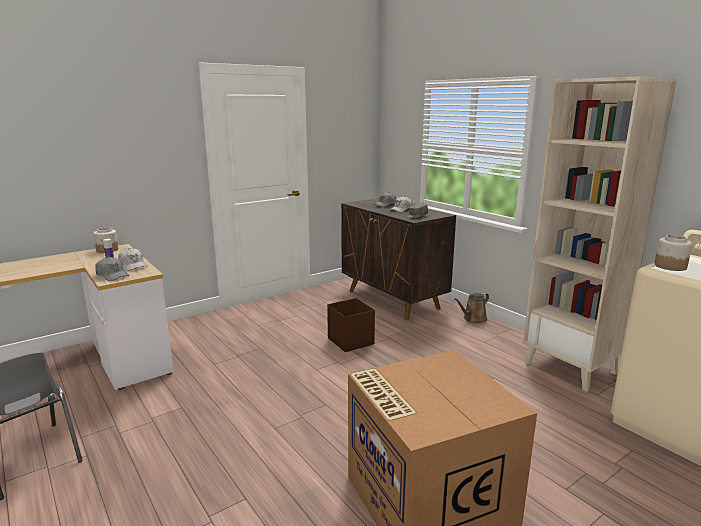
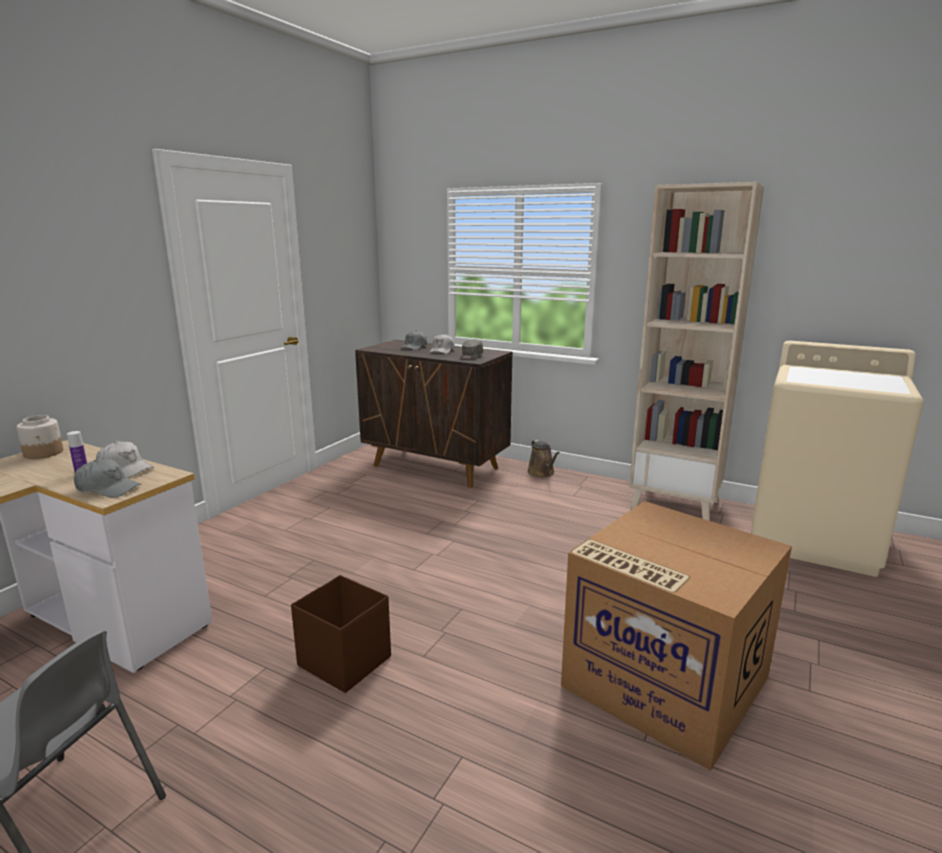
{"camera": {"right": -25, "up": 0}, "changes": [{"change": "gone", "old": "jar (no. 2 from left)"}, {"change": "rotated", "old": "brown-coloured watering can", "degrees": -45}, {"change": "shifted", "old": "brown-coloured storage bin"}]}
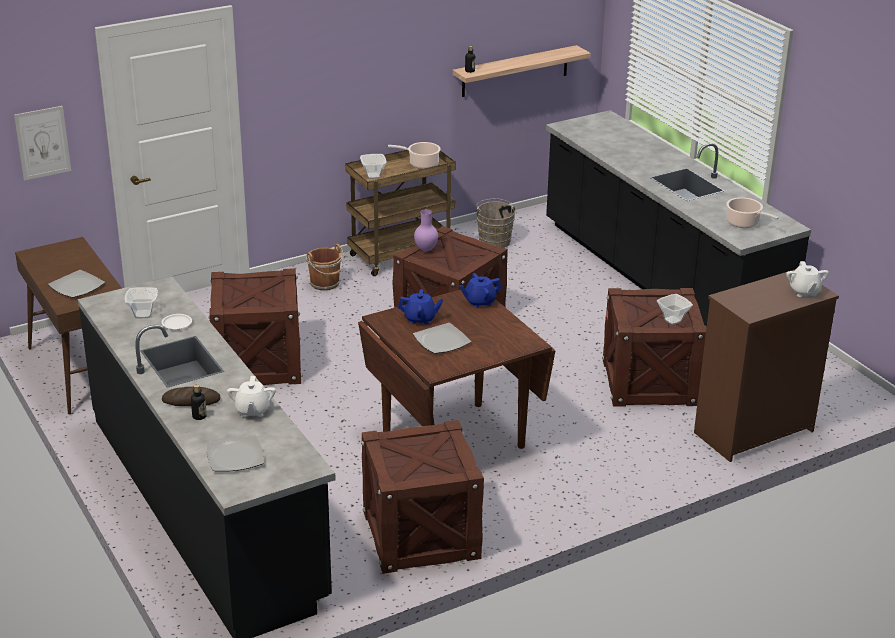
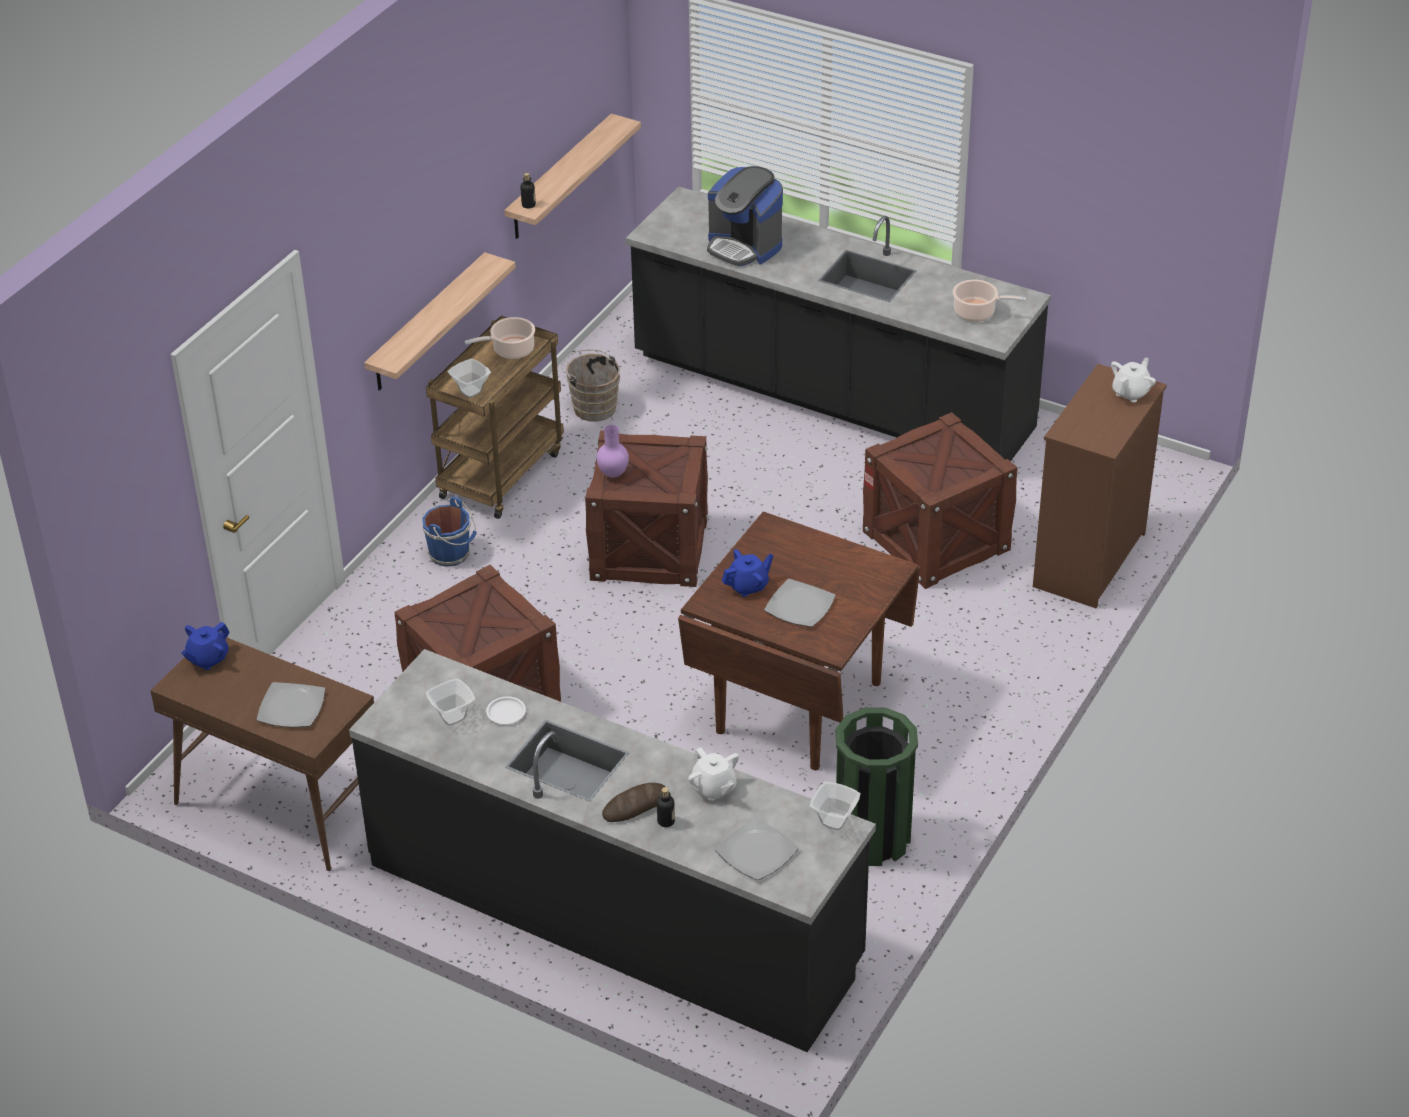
{"camera": {"right": -30, "up": 10}, "changes": [{"change": "gone", "old": "wall picture"}, {"change": "repainted", "old": "brown-coloured pail (no. 1 from left)", "new": "bluish pail"}, {"change": "rotated", "old": "white tea pot (no. 2 from left)", "degrees": -105}, {"change": "shifted", "old": "bluish tea pot (no. 2 from left in the first image)", "new": "bluish tea pot (no. 1 from left)"}, {"change": "shifted", "old": "bowl (no. 3 from left)"}, {"change": "swapped", "old": "crate (no. 2 from left)", "new": "greenish waste bin"}, {"change": "new", "new": "coffee brewer"}, {"change": "new", "new": "shelf (no. 1 from left)"}]}
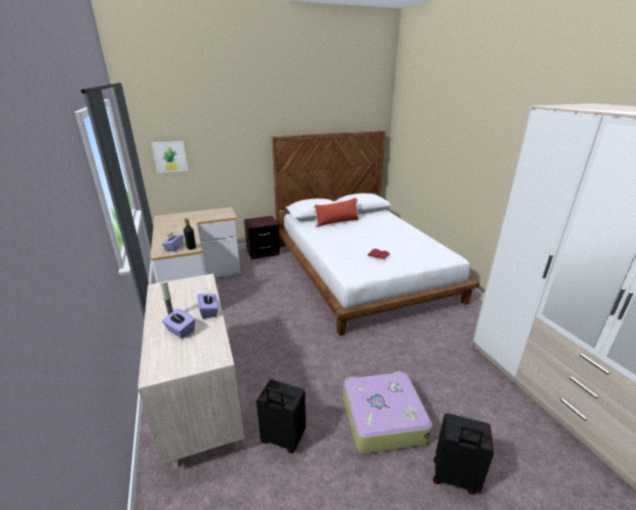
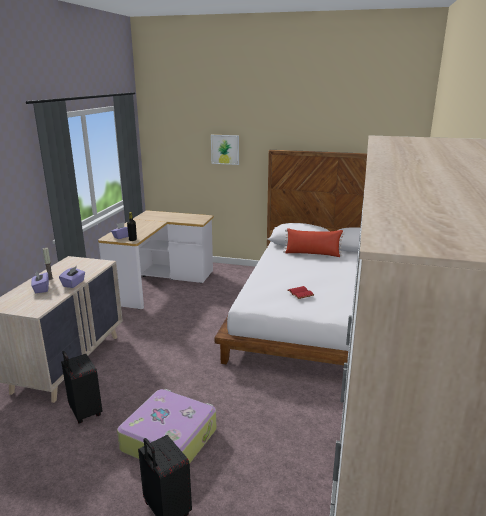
{"camera": {"right": 35, "up": -5}, "changes": [{"change": "shifted", "old": "wall picture"}, {"change": "gone", "old": "brown-coloured night table"}]}
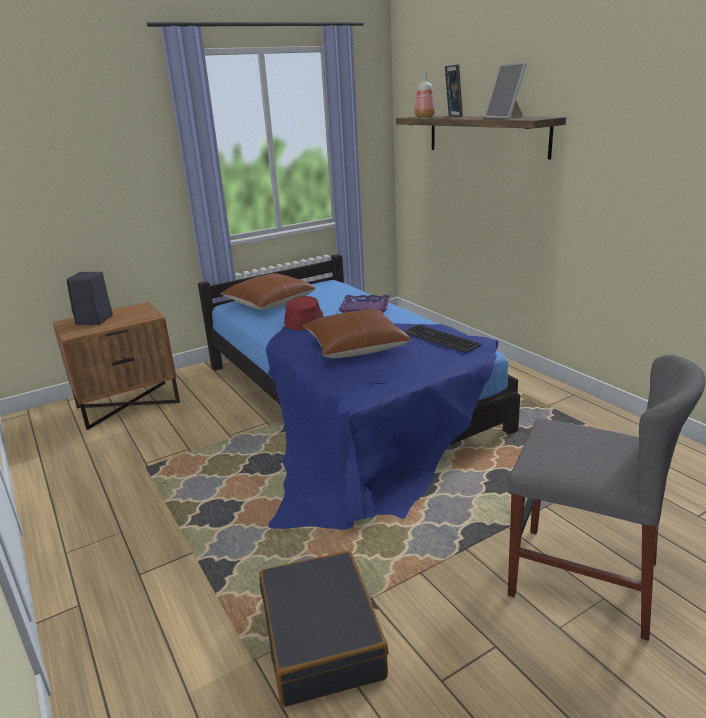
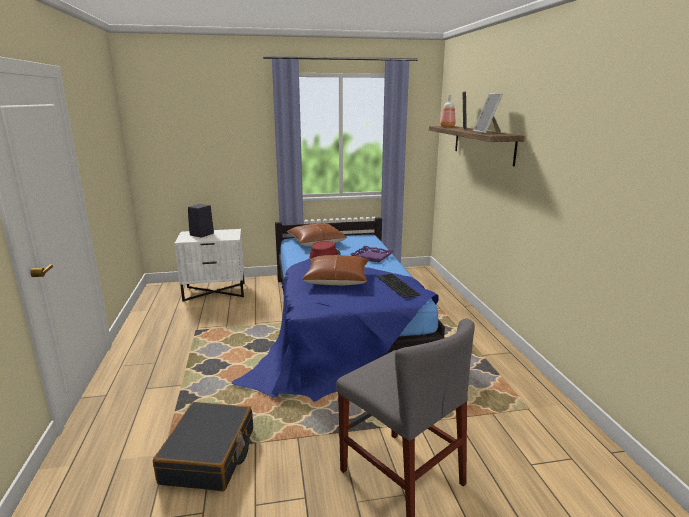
{"camera": {"right": 20, "up": -5}, "changes": [{"change": "repainted", "old": "brown-coloured night table", "new": "white night table"}]}
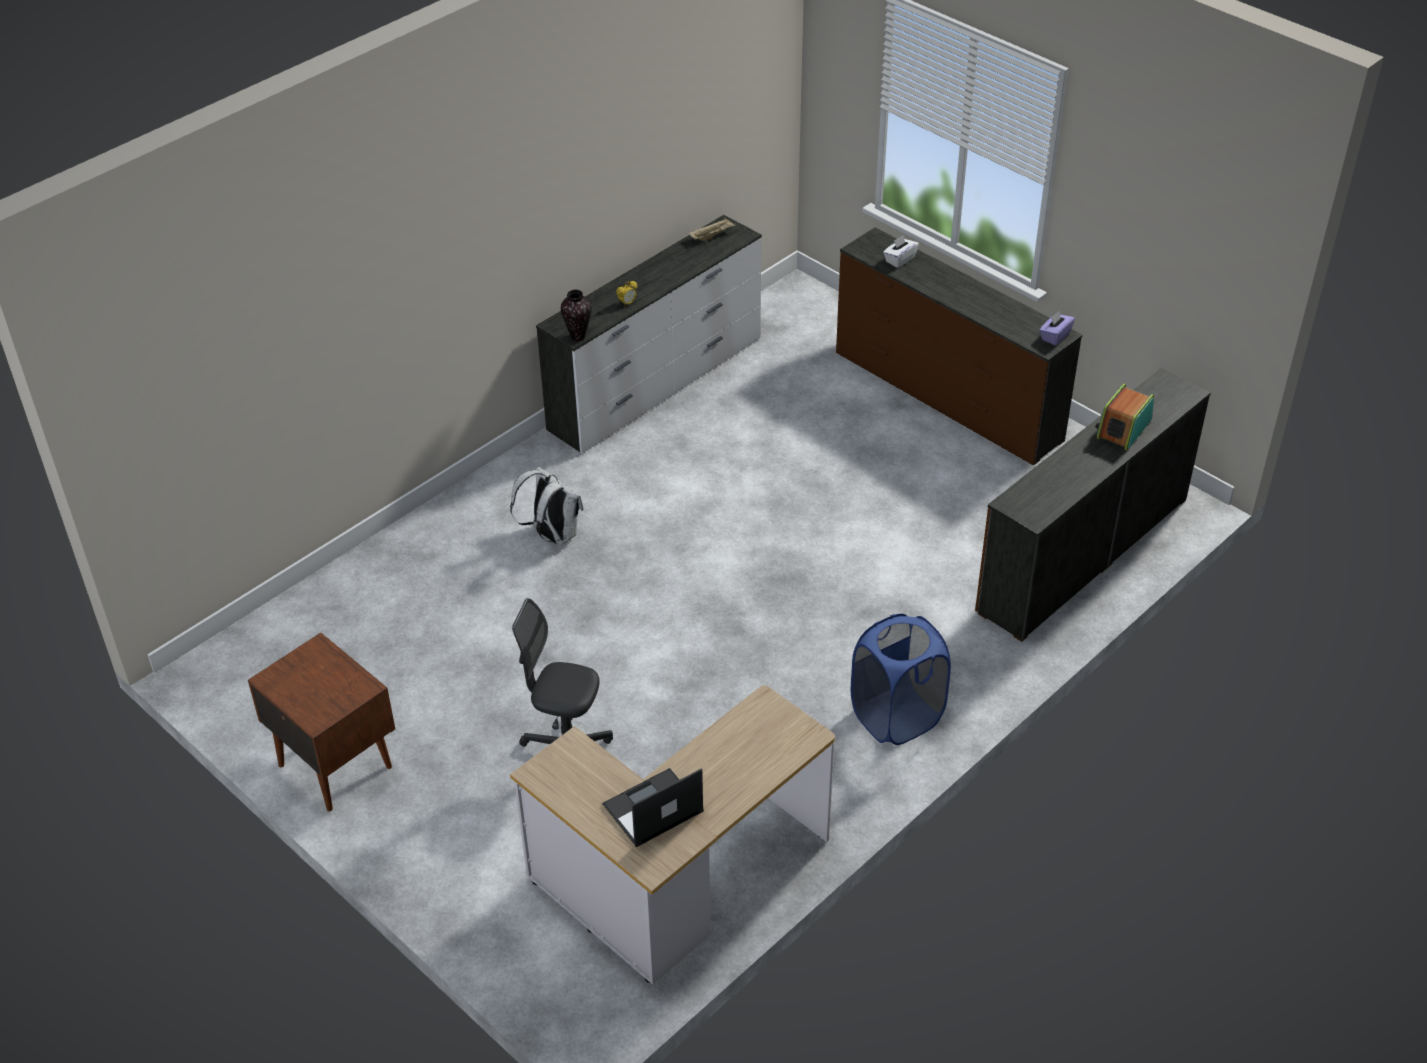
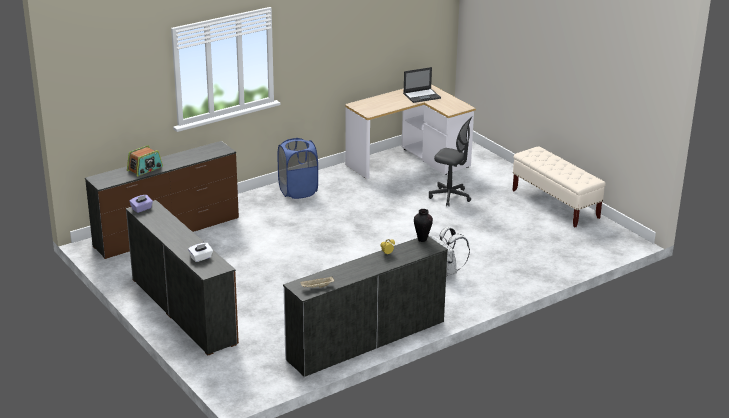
{"camera": {"right": -170, "up": -15}, "changes": [{"change": "swapped", "old": "brown-coloured night table", "new": "sand-coloured bench"}]}
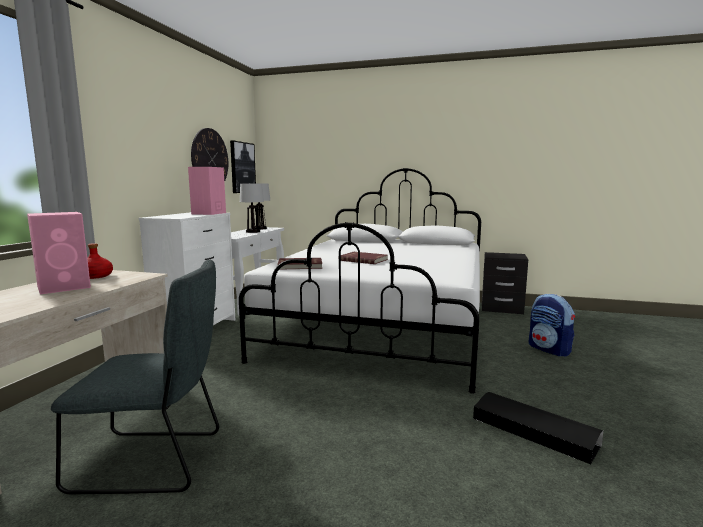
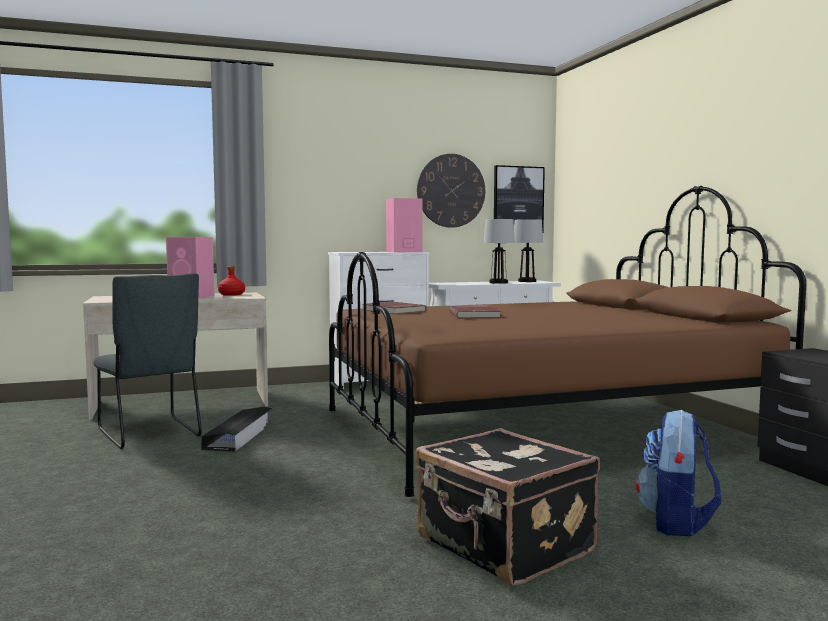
{"camera": {"right": 55, "up": -5}, "changes": [{"change": "repainted", "old": "white sleeping bed", "new": "brown-coloured sleeping bed"}, {"change": "shifted", "old": "blackish storage bin"}, {"change": "new", "new": "blackish piece of luggage"}]}
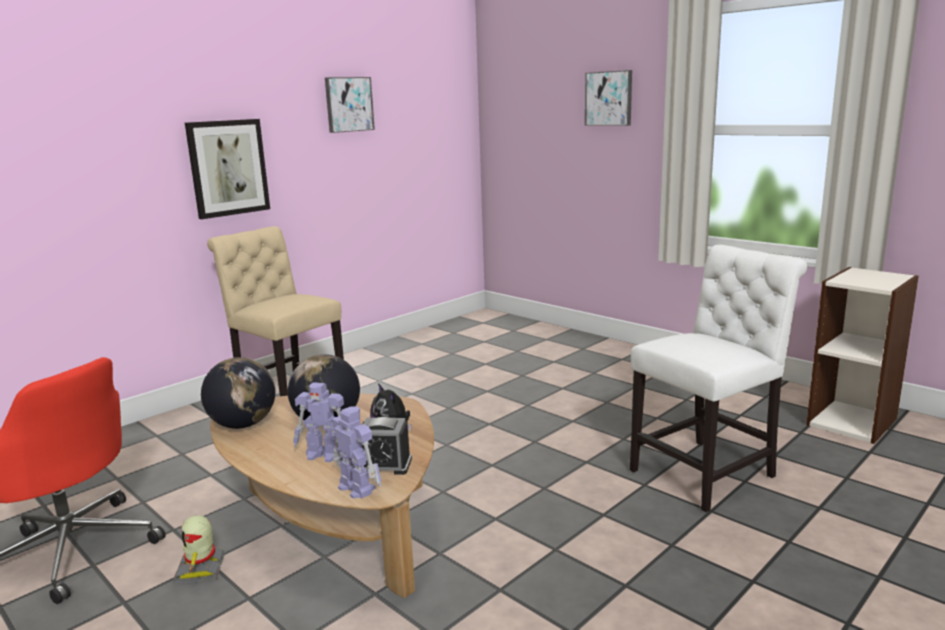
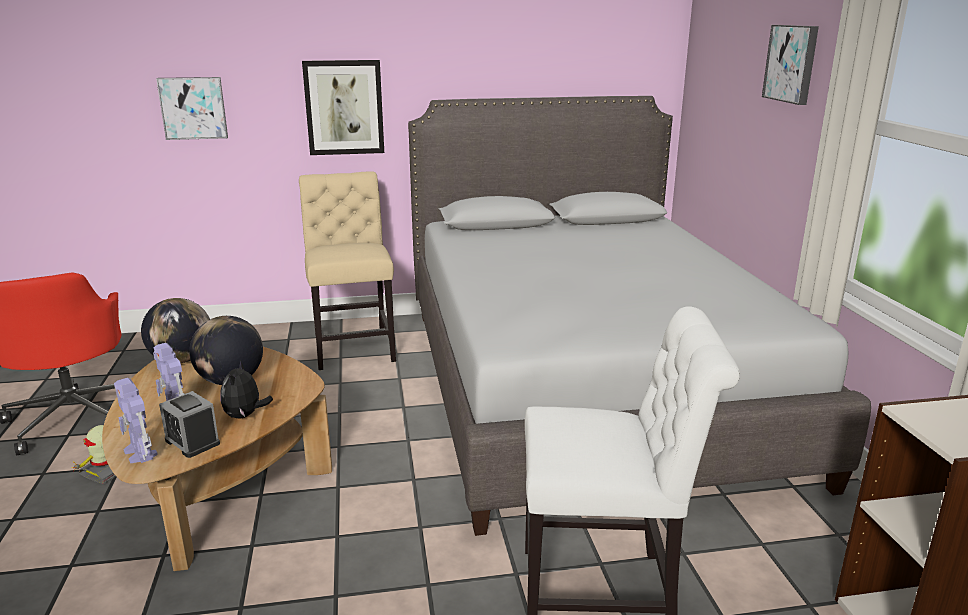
{"camera": {"right": 35, "up": 5}, "changes": [{"change": "shifted", "old": "wall picture (no. 2 from left in the first image)", "new": "wall picture (no. 1 from left)"}, {"change": "rotated", "old": "model robot (no. 3 from left in the first image)", "degrees": 150}, {"change": "new", "new": "gray sleeping bed"}]}
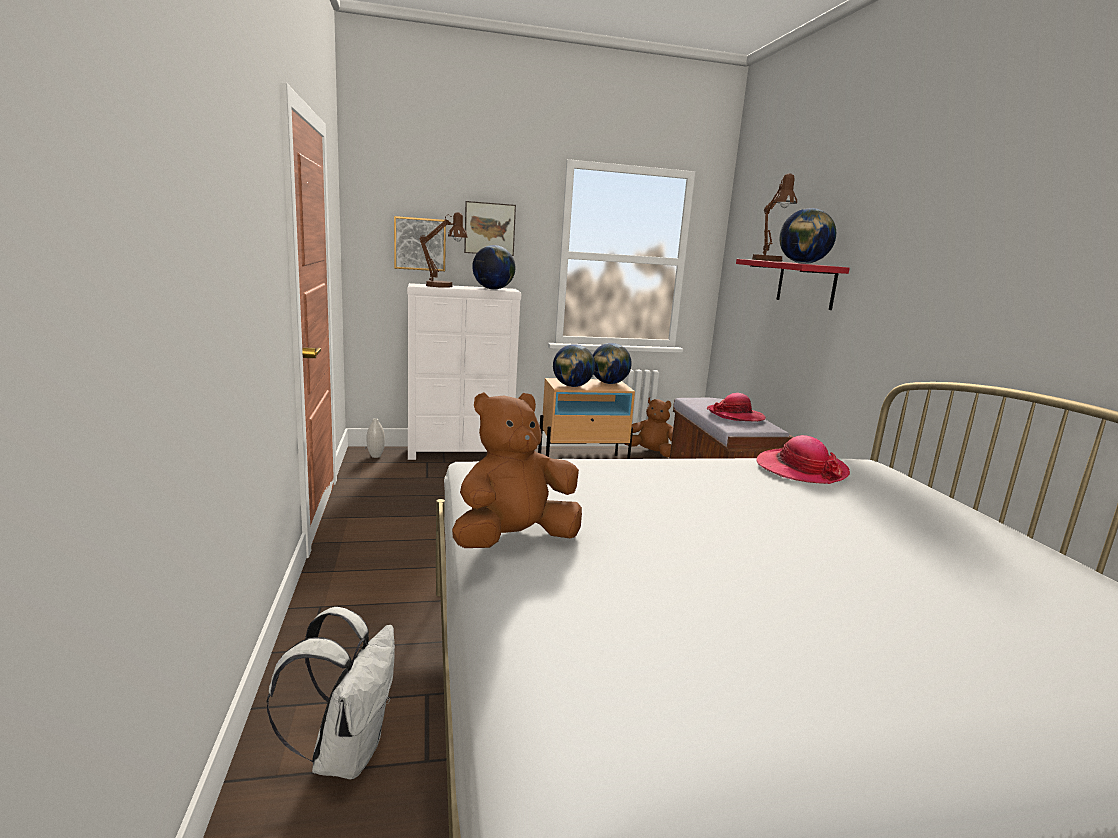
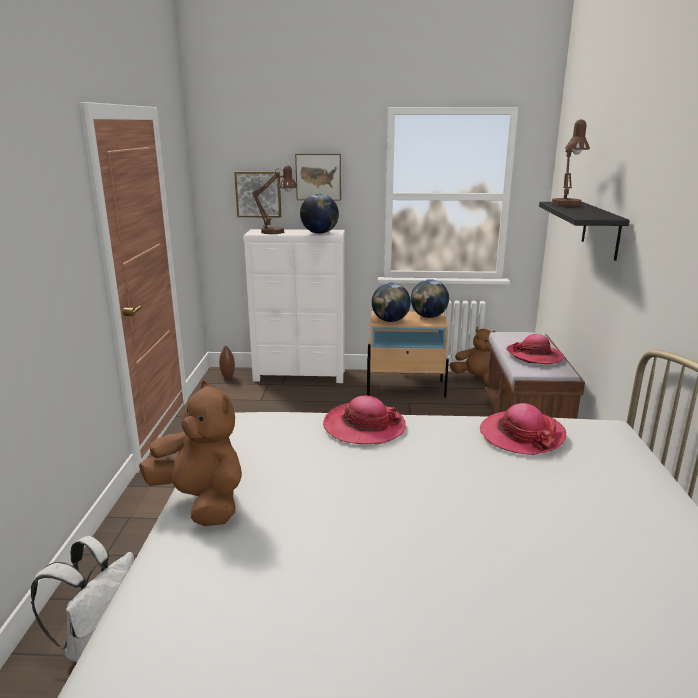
{"camera": {"right": 15, "up": 5}, "changes": [{"change": "gone", "old": "world globe (no. 4 from left)"}, {"change": "repainted", "old": "reddish shelf", "new": "blackish shelf"}, {"change": "rotated", "old": "brown-coloured plush toy (no. 1 from left)", "degrees": 60}, {"change": "repainted", "old": "white decorative vase", "new": "brown-coloured decorative vase"}, {"change": "new", "new": "wearable hat (no. 1 from left)"}]}
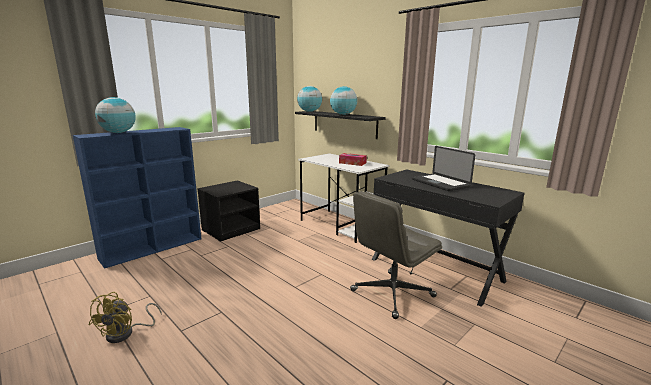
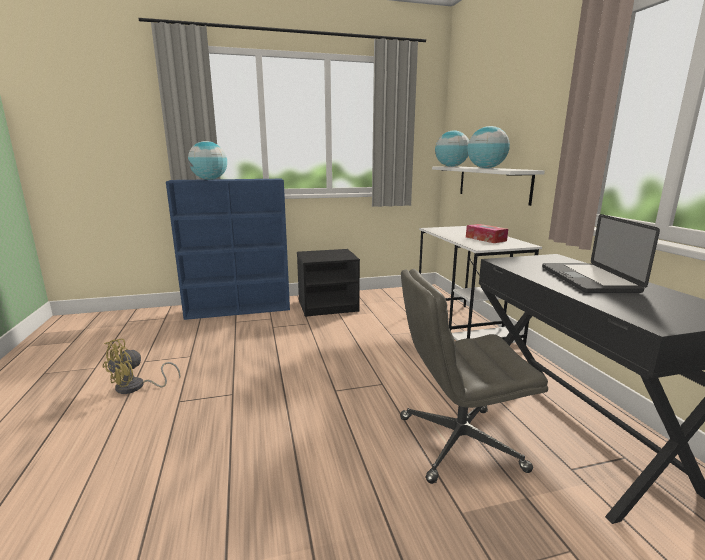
{"camera": {"right": 30, "up": 0}, "changes": [{"change": "repainted", "old": "blackish shelf", "new": "white shelf"}]}
